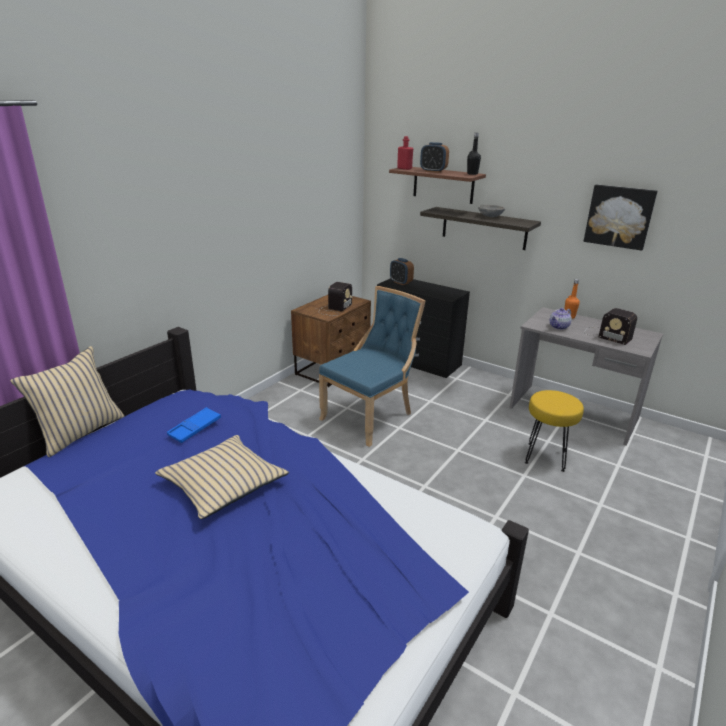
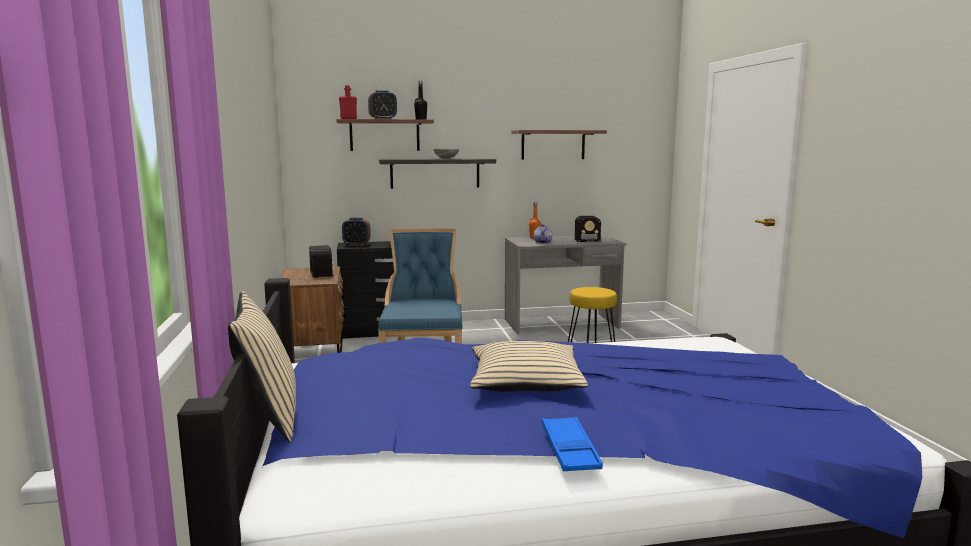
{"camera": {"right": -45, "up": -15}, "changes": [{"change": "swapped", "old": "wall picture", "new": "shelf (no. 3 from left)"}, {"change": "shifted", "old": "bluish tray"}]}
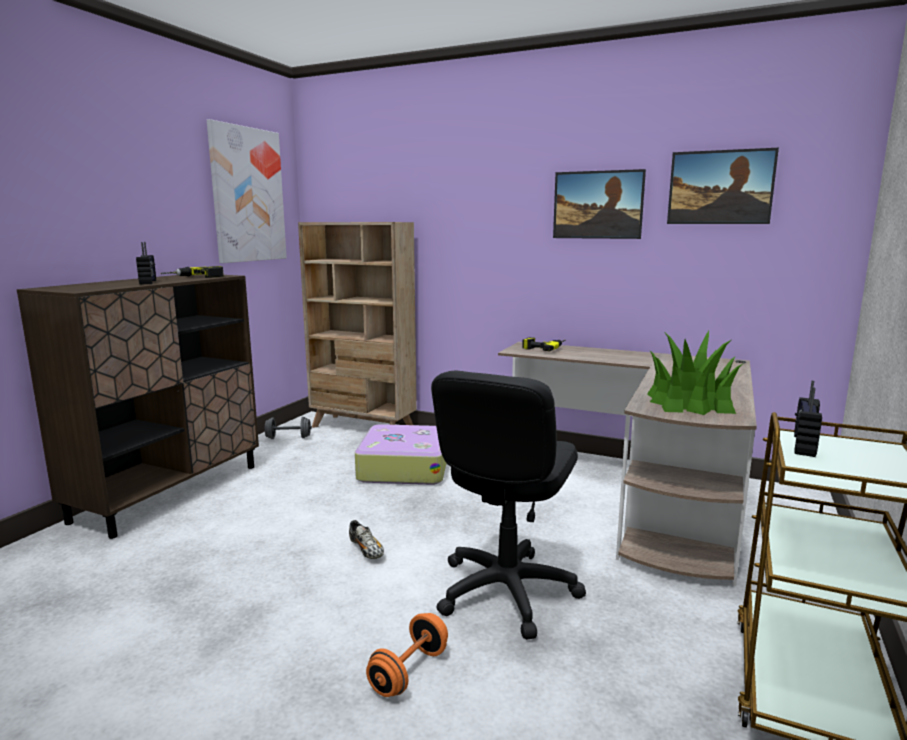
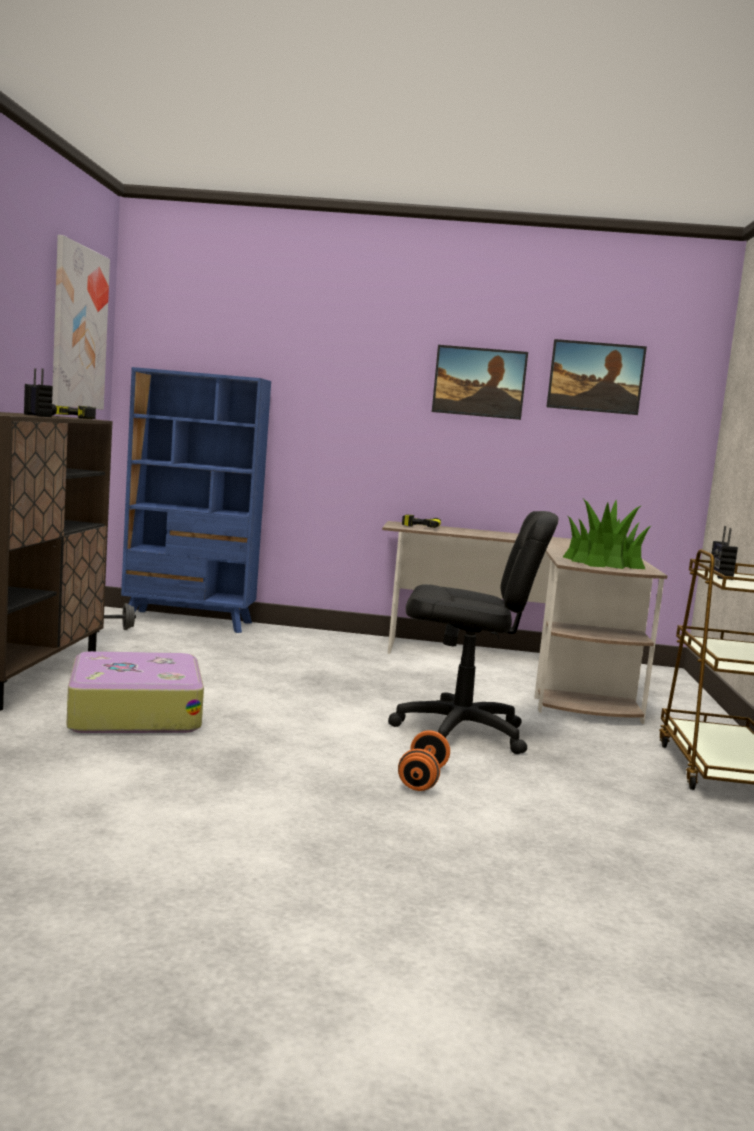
{"camera": {"right": -20, "up": -5}, "changes": [{"change": "repainted", "old": "sand-coloured bookshelf", "new": "bluish bookshelf"}, {"change": "rotated", "old": "blackish computer chair", "degrees": -90}, {"change": "shifted", "old": "piece of luggage"}, {"change": "gone", "old": "shoe"}]}
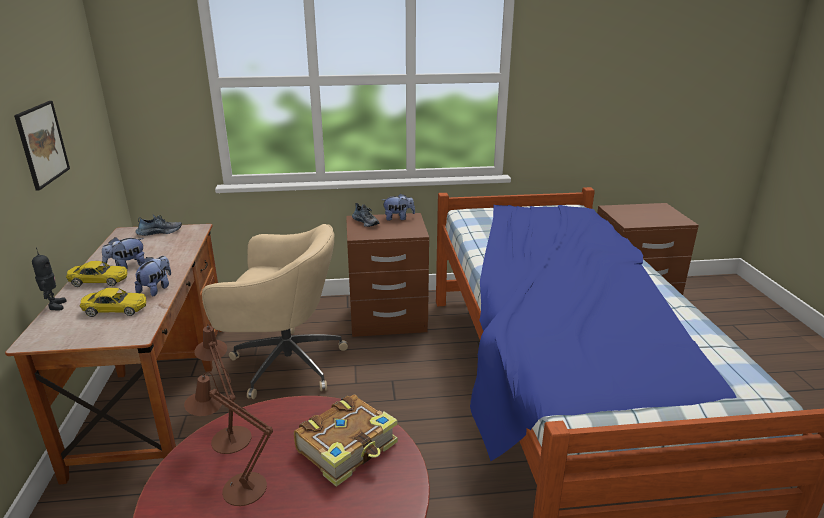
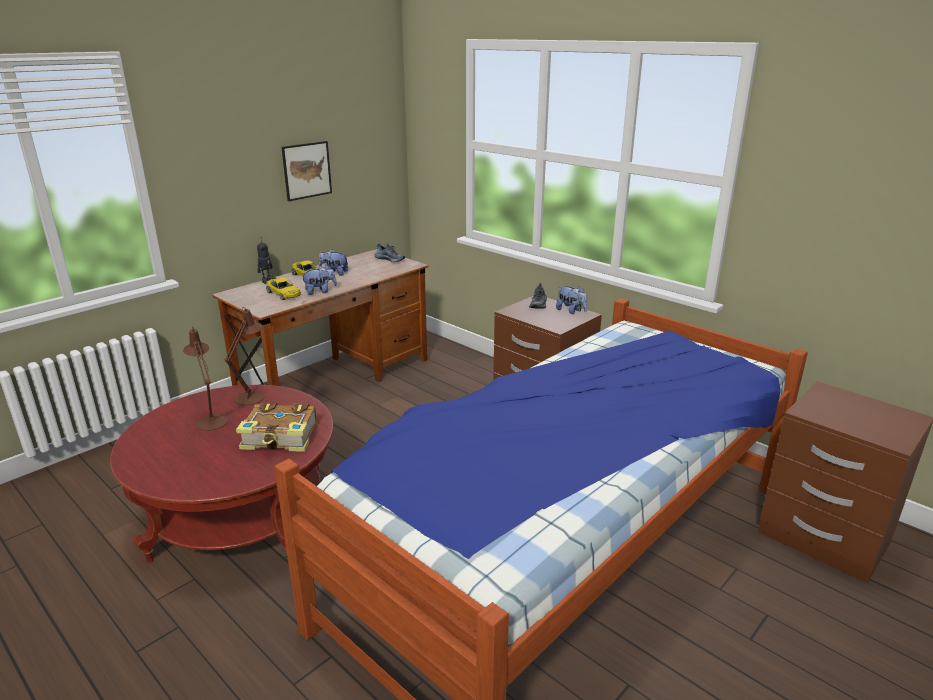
{"camera": {"right": 50, "up": 0}, "changes": [{"change": "gone", "old": "sand-coloured computer chair"}]}
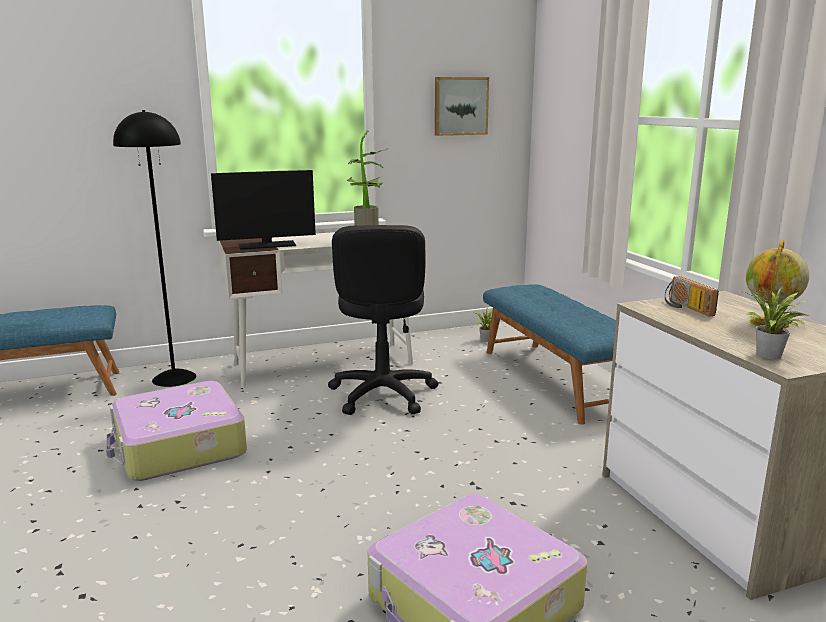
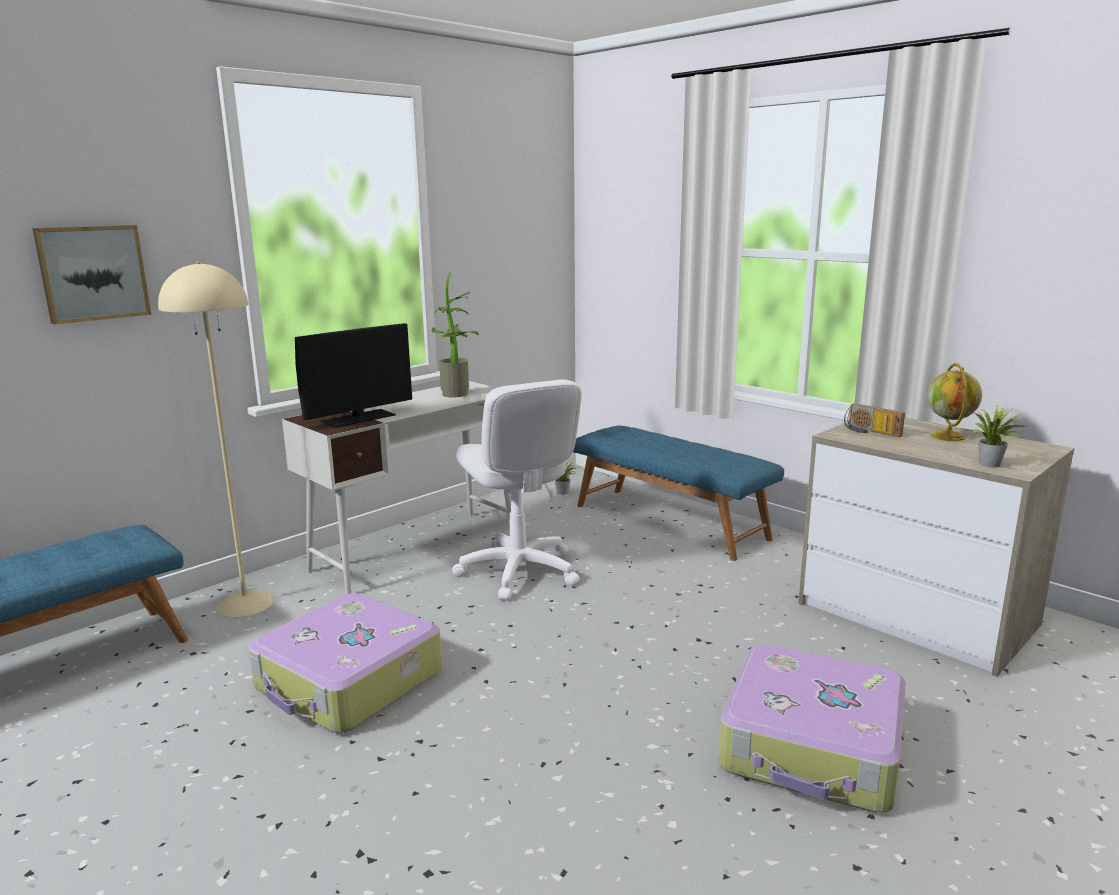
{"camera": {"right": -25, "up": 0}, "changes": [{"change": "shifted", "old": "wall picture"}, {"change": "repainted", "old": "blackish standing lamp", "new": "sand-coloured standing lamp"}, {"change": "repainted", "old": "blackish computer chair", "new": "white computer chair"}]}
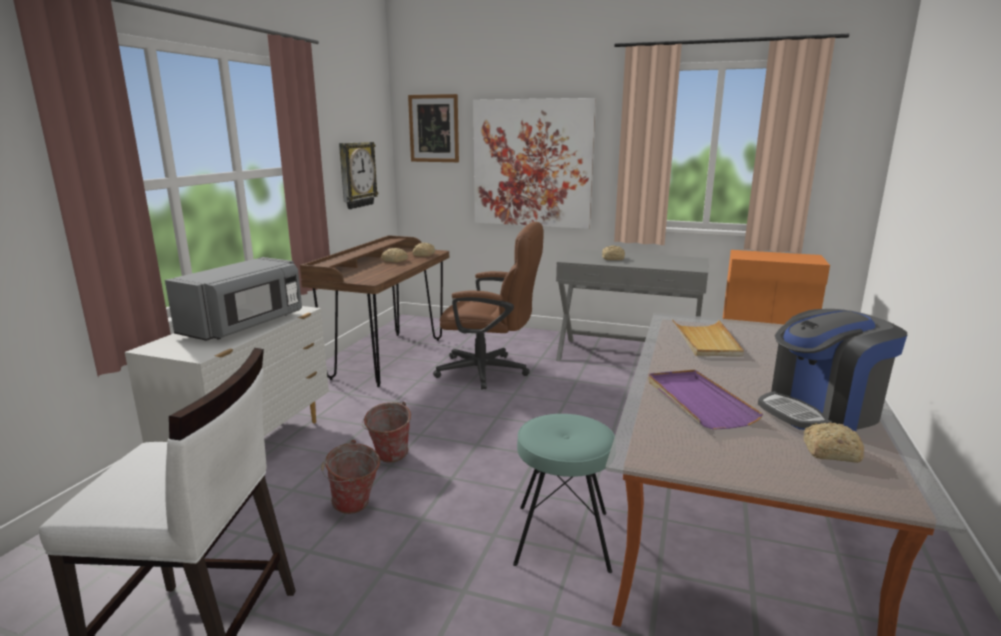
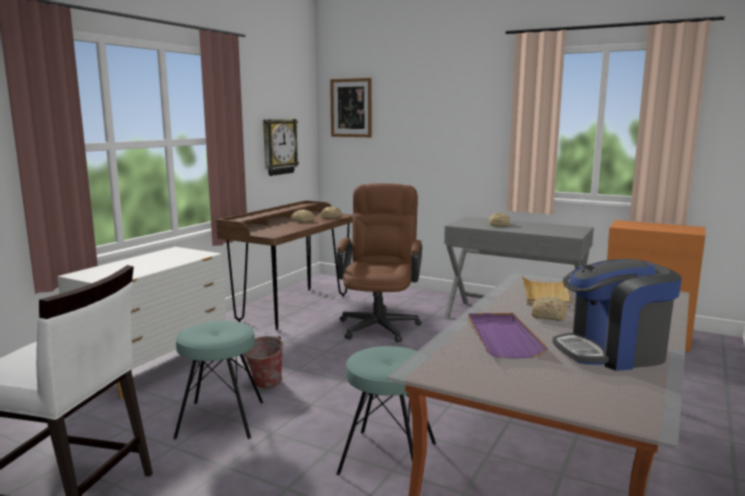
{"camera": {"right": 10, "up": -5}, "changes": [{"change": "gone", "old": "wall picture (no. 2 from left)"}, {"change": "rotated", "old": "brown-coloured computer chair", "degrees": -105}, {"change": "gone", "old": "gray kitchen microwave"}, {"change": "shifted", "old": "bakery bread (no. 4 from left)"}, {"change": "swapped", "old": "pail (no. 1 from left)", "new": "turquoise sitting stool (no. 1 from left)"}]}
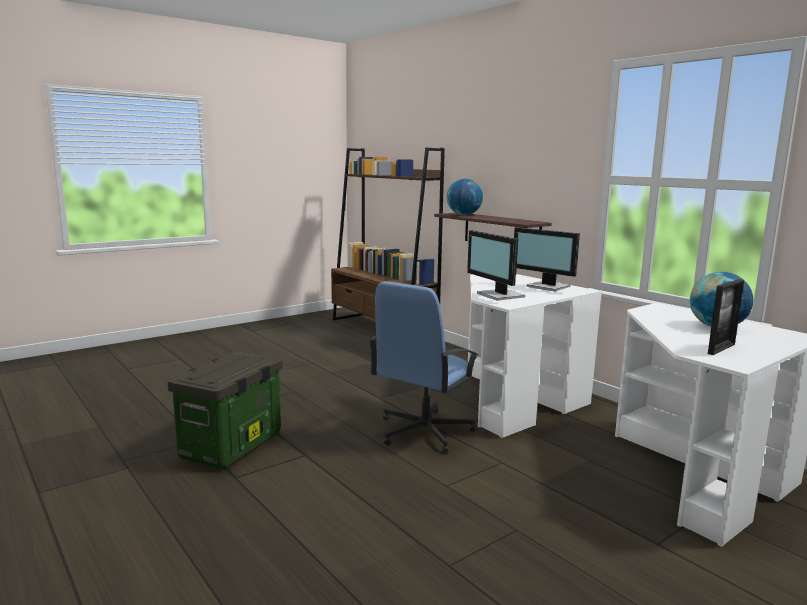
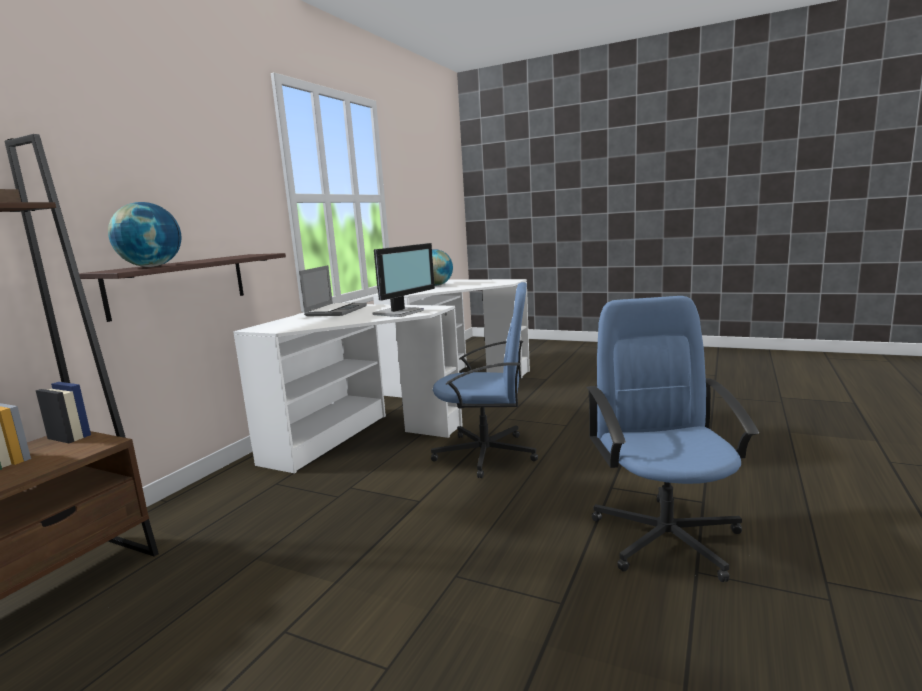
{"camera": {"right": -115, "up": 0}, "changes": [{"change": "swapped", "old": "computer display (no. 2 from left)", "new": "notebook computer"}, {"change": "gone", "old": "photo frame"}, {"change": "swapped", "old": "storage bin", "new": "bluish computer chair (no. 2 from left)"}]}
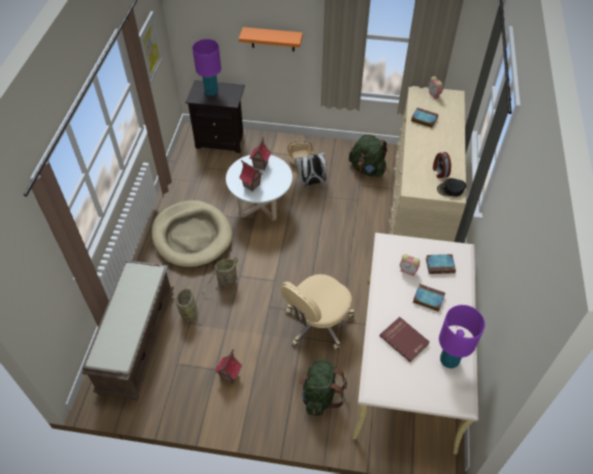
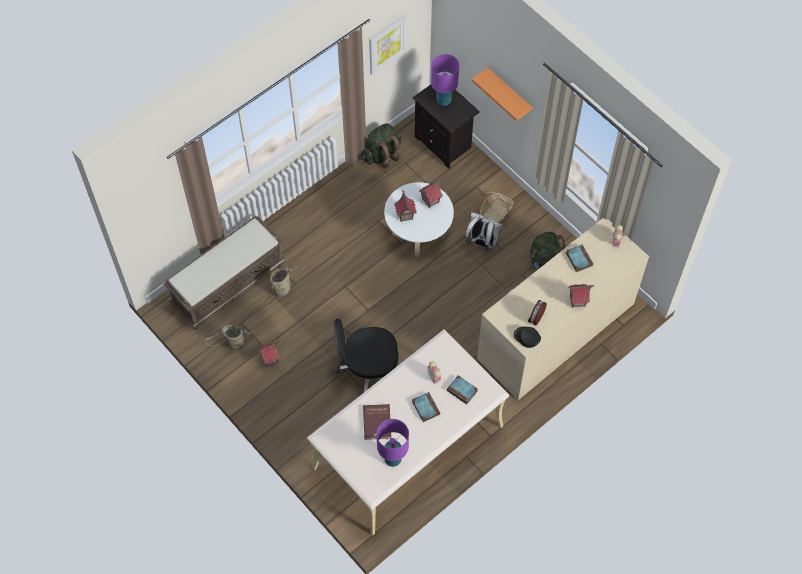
{"camera": {"right": 40, "up": 10}, "changes": [{"change": "gone", "old": "sand-coloured dog bed"}, {"change": "shifted", "old": "household basket (no. 2 from left in the first image)", "new": "household basket (no. 1 from left)"}, {"change": "repainted", "old": "sand-coloured computer chair", "new": "blackish computer chair"}, {"change": "shifted", "old": "greenish rucksack (no. 1 from left)"}, {"change": "new", "new": "model house (no. 4 from left)"}]}
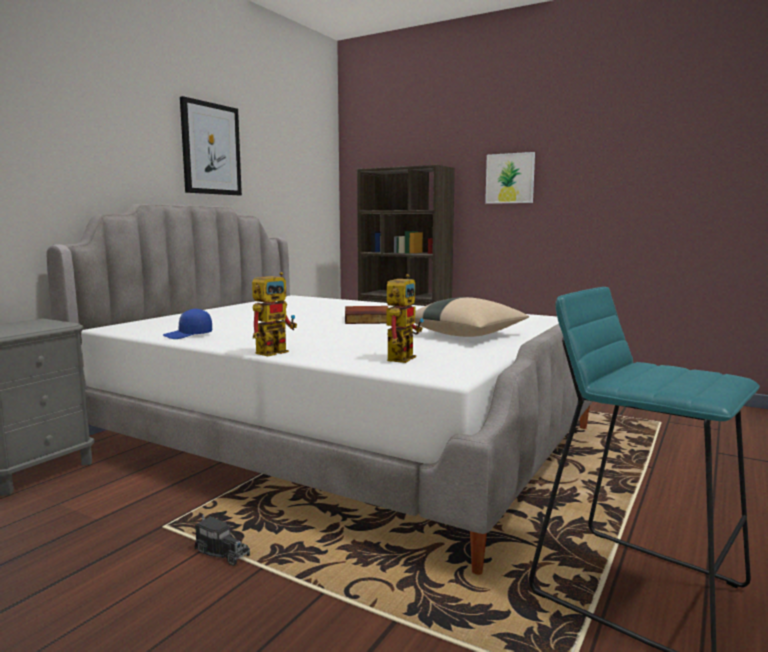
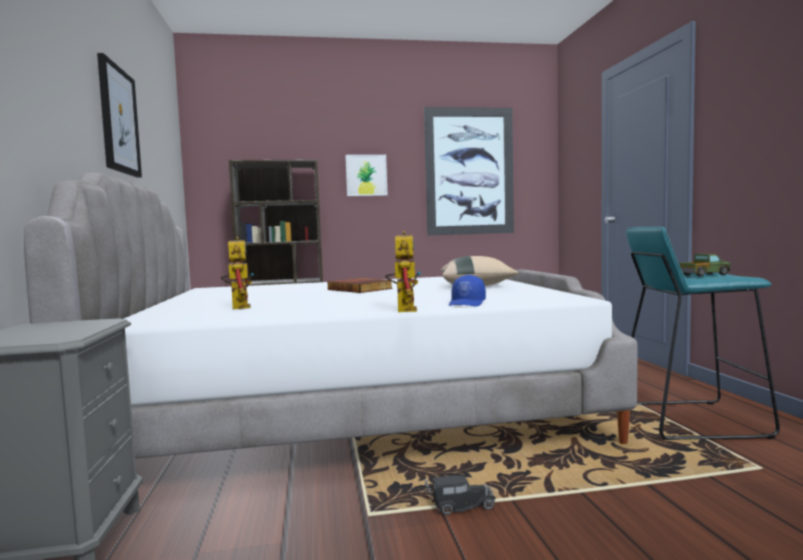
{"camera": {"right": -40, "up": -5}, "changes": [{"change": "shifted", "old": "model robot (no. 2 from left in the first image)", "new": "model robot (no. 1 from left)"}, {"change": "shifted", "old": "bluish cap"}, {"change": "new", "new": "wall picture (no. 3 from left)"}, {"change": "new", "new": "toy truck (no. 2 from left)"}]}
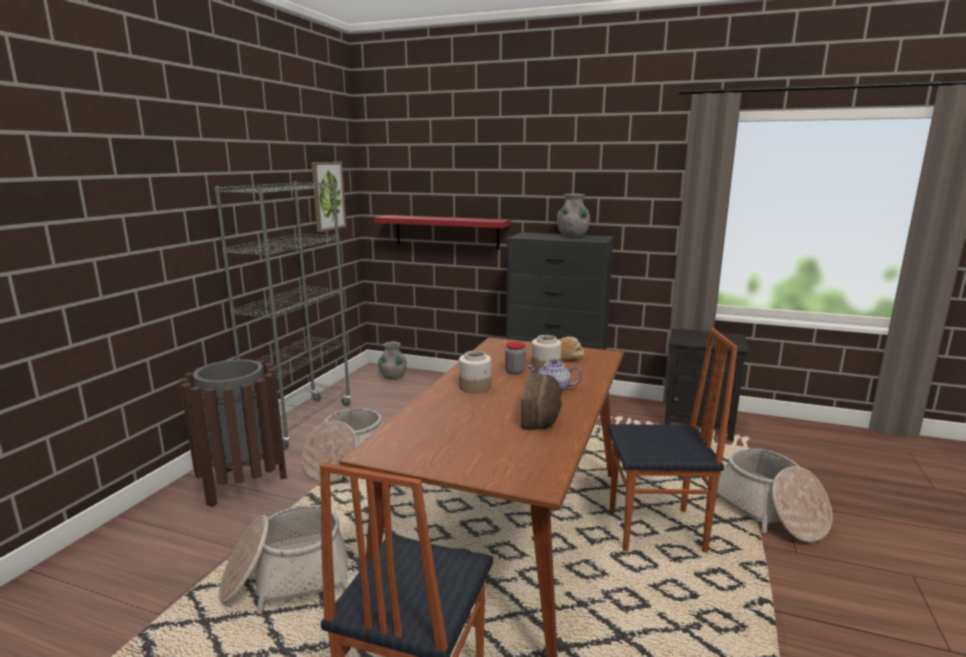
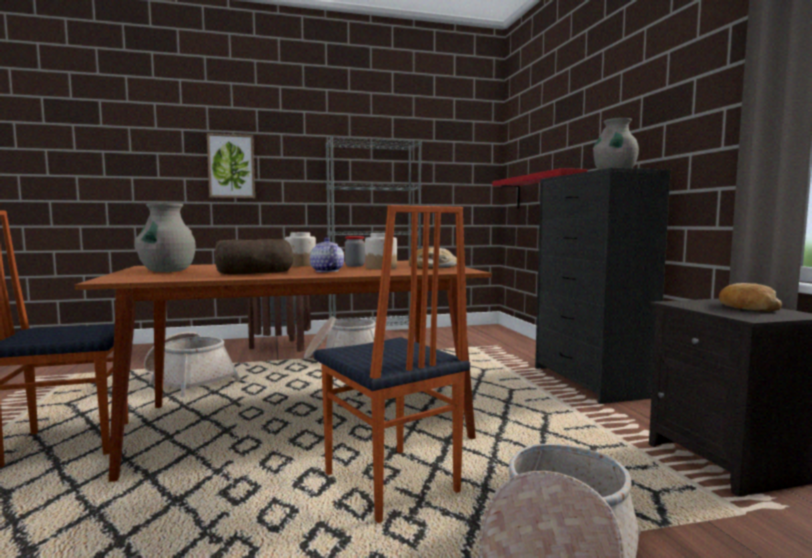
{"camera": {"right": 55, "up": -10}, "changes": [{"change": "shifted", "old": "wall picture"}, {"change": "shifted", "old": "gray decorative vase (no. 1 from left)"}, {"change": "new", "new": "bakery bread (no. 3 from left)"}]}
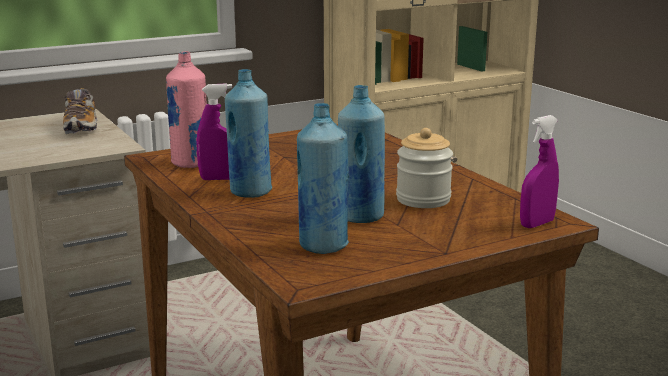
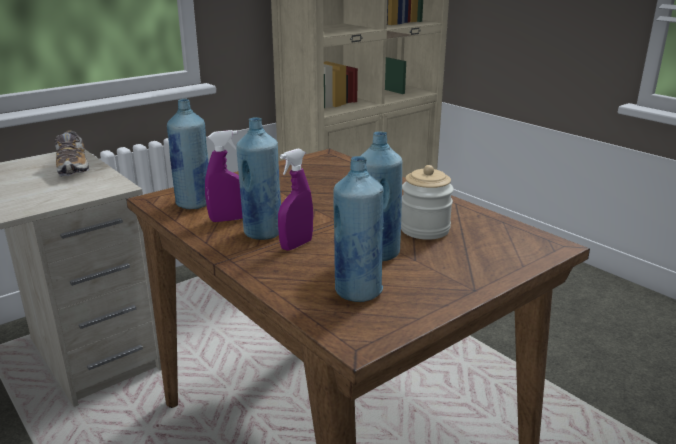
{"camera": {"right": -10, "up": 5}, "changes": [{"change": "repainted", "old": "pink-coloured bottle", "new": "bluish bottle (no. 1 from left)"}, {"change": "shifted", "old": "purple sprayer (no. 2 from left)"}]}
